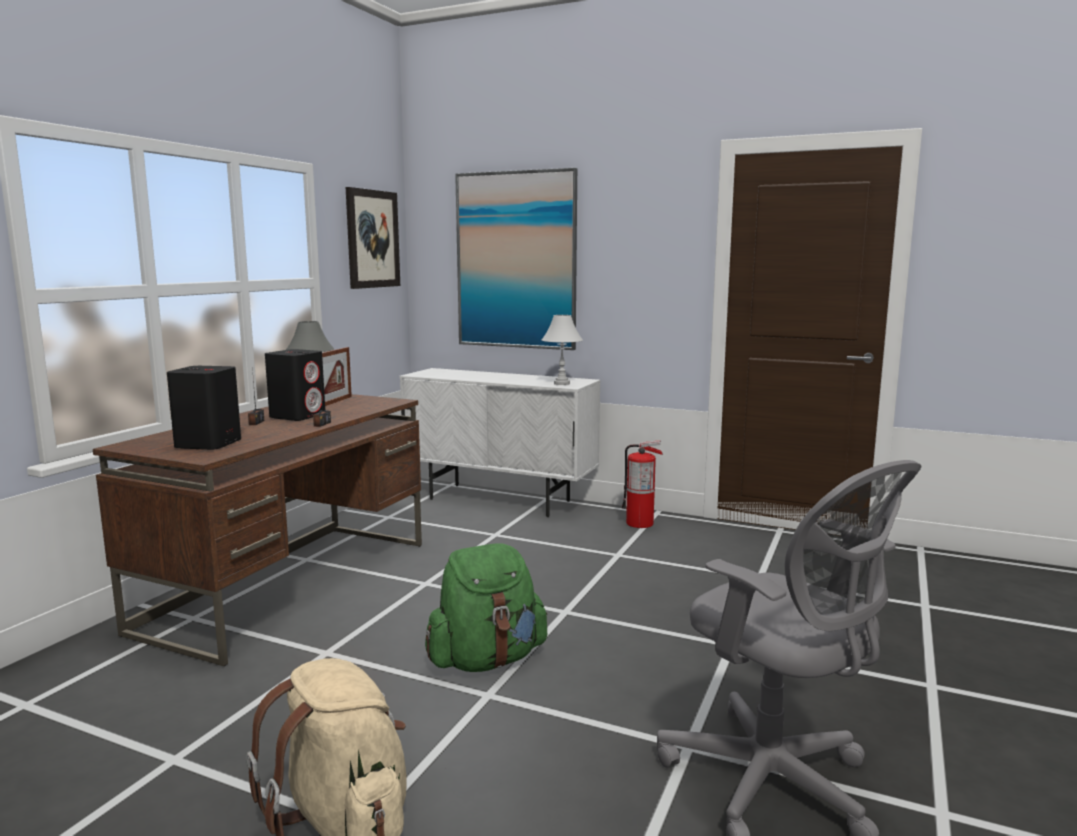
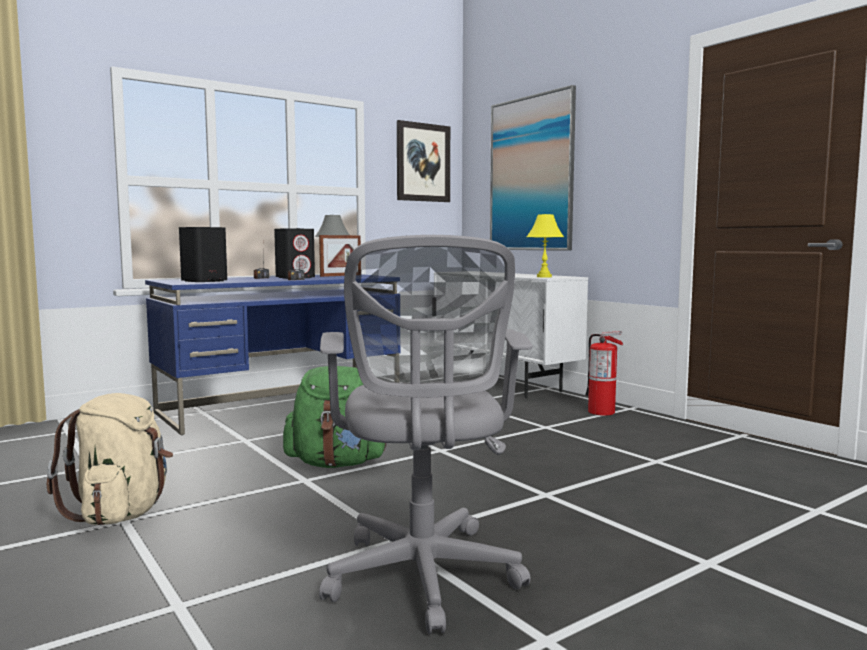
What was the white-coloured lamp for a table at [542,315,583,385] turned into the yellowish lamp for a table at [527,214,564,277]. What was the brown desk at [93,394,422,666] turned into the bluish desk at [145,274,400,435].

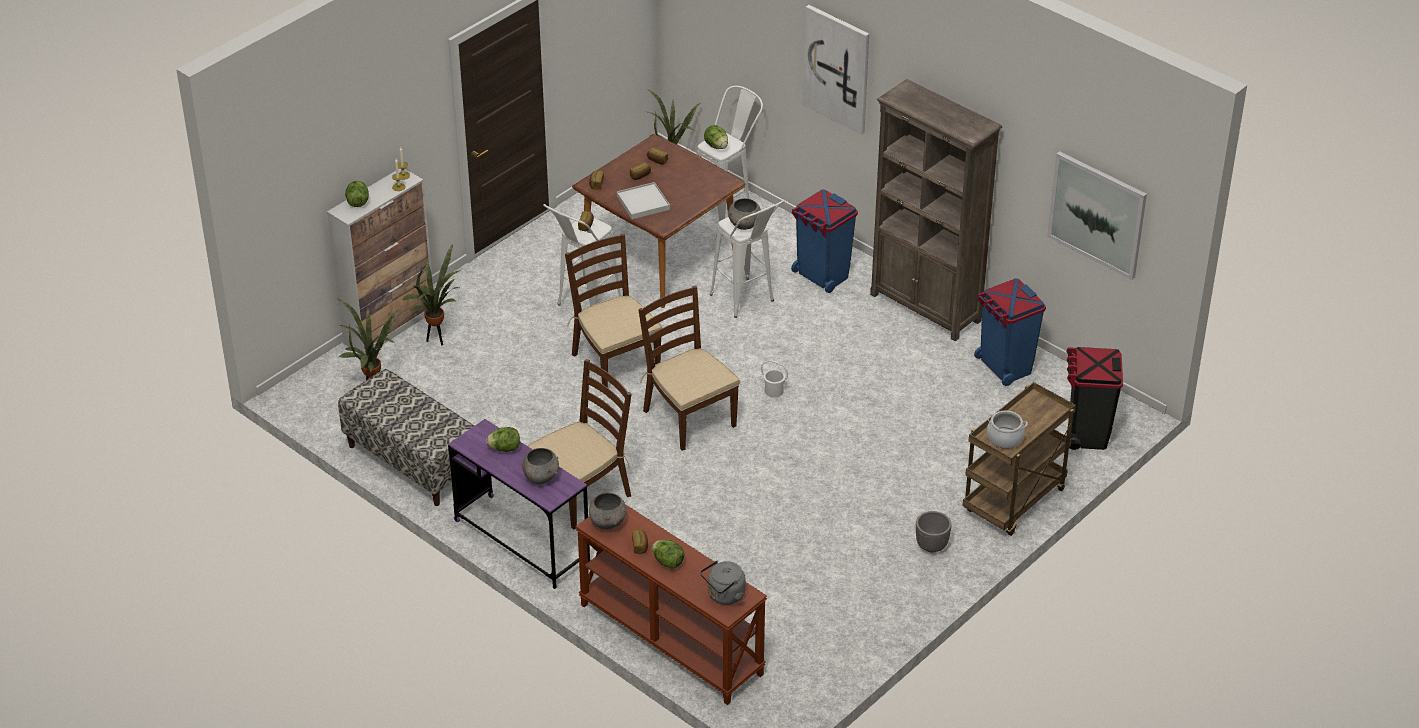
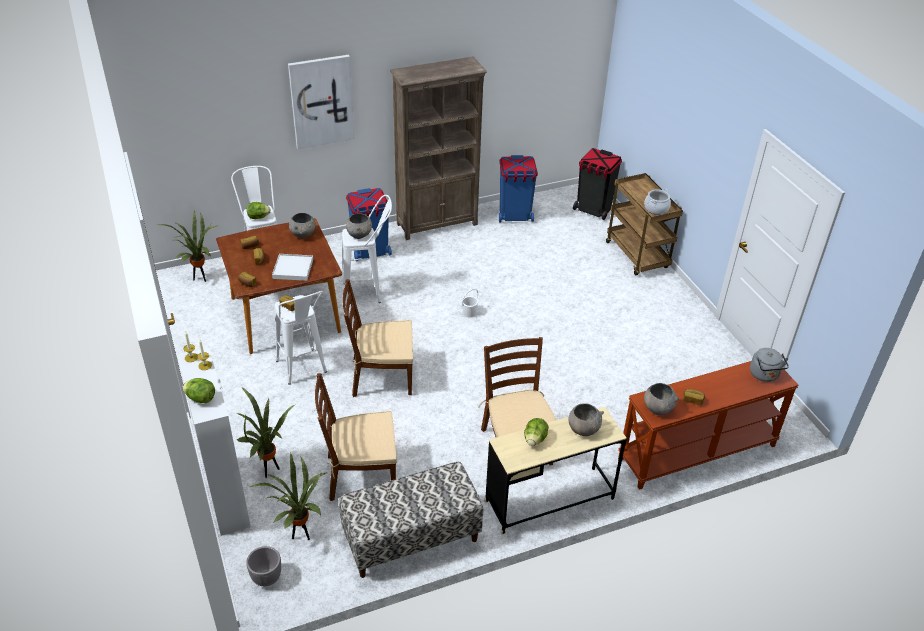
The second view lost the wall picture at [1047,151,1147,280]. The brown upright chair ended up elsewhere, having gone from [638,286,740,451] to [315,373,397,501]. What was the purplish desk at [448,419,590,589] turned into the beige desk at [484,407,627,535]. The greyish planter ended up elsewhere, having gone from [916,511,951,553] to [246,546,281,586]. The second view lost the lettuce at [652,540,684,569]. The second view gained the greyish deep dish at [289,213,315,238].

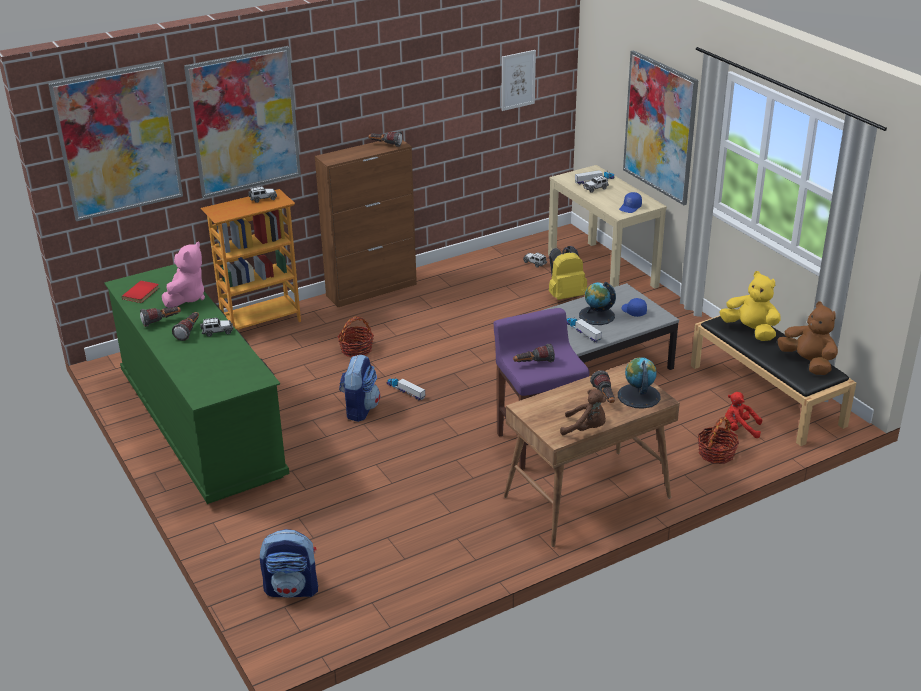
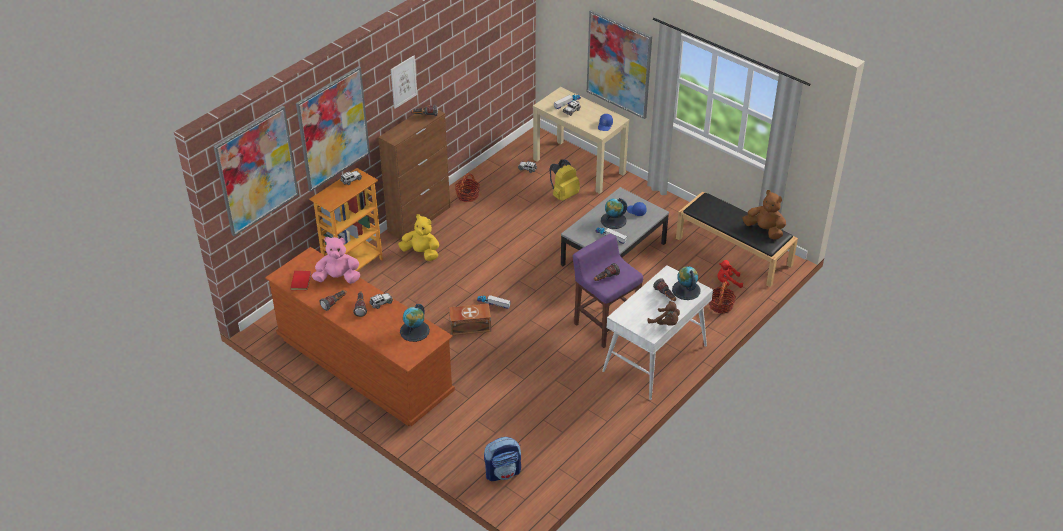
The wall picture ended up elsewhere, having gone from [501,50,536,111] to [391,55,417,109]. The pink soft toy at [162,242,205,308] ended up facing another way, 90 degrees counterclockwise from before. What was the greenish dresser at [104,264,289,504] turned into the brown dresser at [265,247,455,426]. The yellowish soft toy ended up elsewhere, having gone from [719,271,781,341] to [398,214,439,261]. The household basket ended up elsewhere, having gone from [337,316,374,357] to [455,173,480,202]. Where the backpack stood at [339,354,380,422], the brown storage bin came to stand at [449,304,491,335]. What was the brown desk at [504,363,680,547] turned into the white-coloured desk at [602,265,713,400]. The brown soft toy at [560,389,606,436] ended up facing another way, 45 degrees clockwise from before. The second view gained the globe at [400,304,430,342].

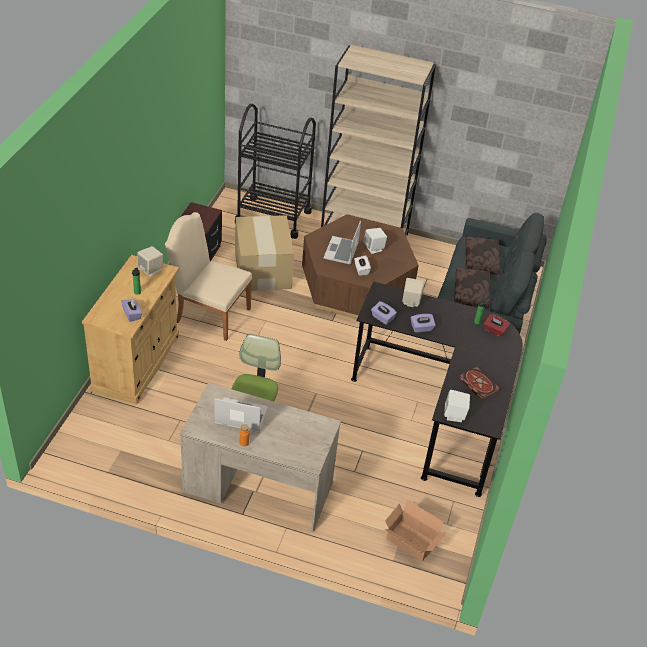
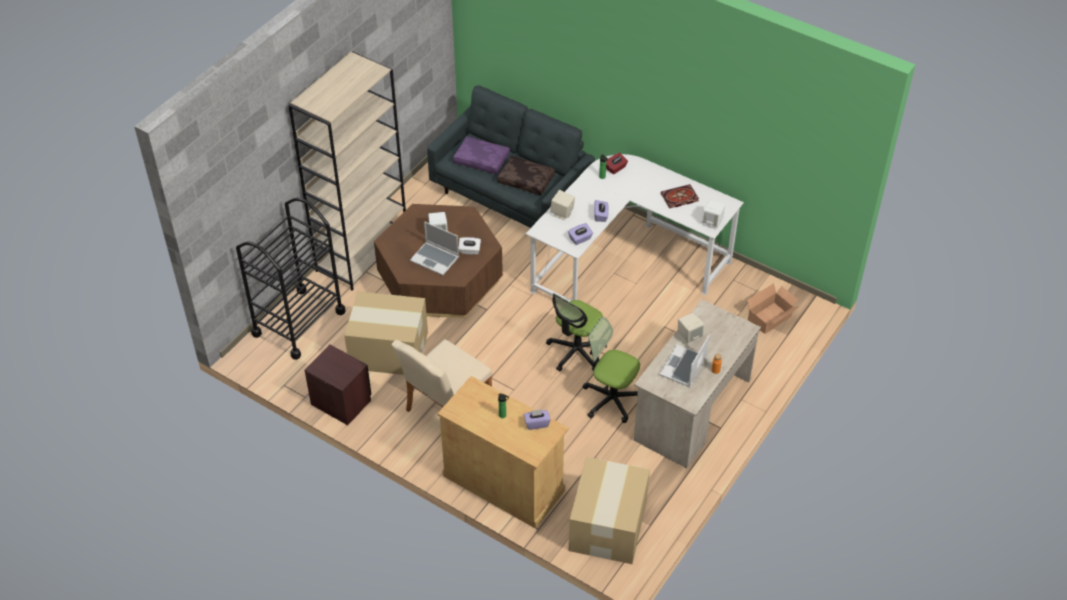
What was the brown throw pillow at [465,237,500,275] turned into the purplish throw pillow at [453,136,510,174]. The beige speaker ended up elsewhere, having gone from [137,246,163,277] to [678,313,704,344]. What was the black desk at [351,281,523,497] turned into the white-coloured desk at [526,154,744,302]. The second view gained the desk chair at [546,293,607,371]. The second view gained the cardboard box at [569,457,650,564].

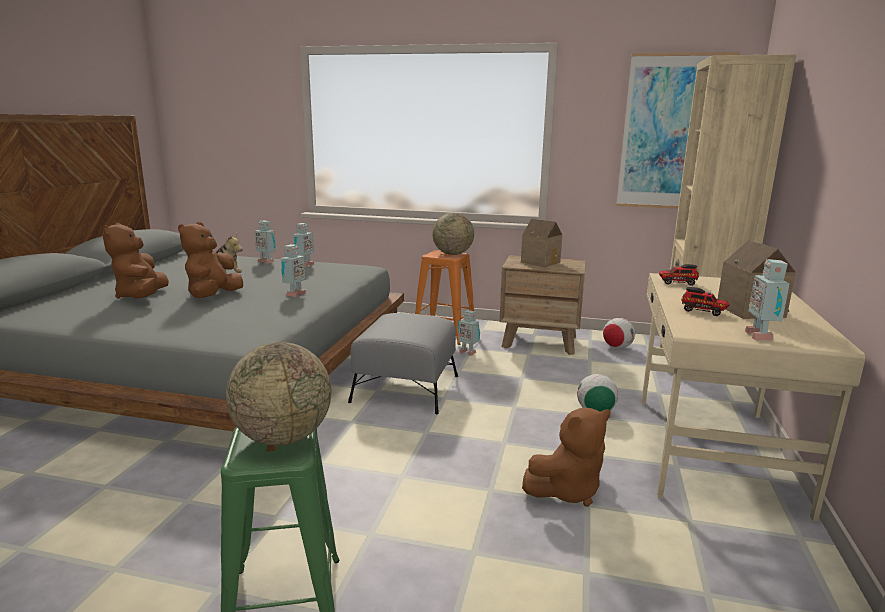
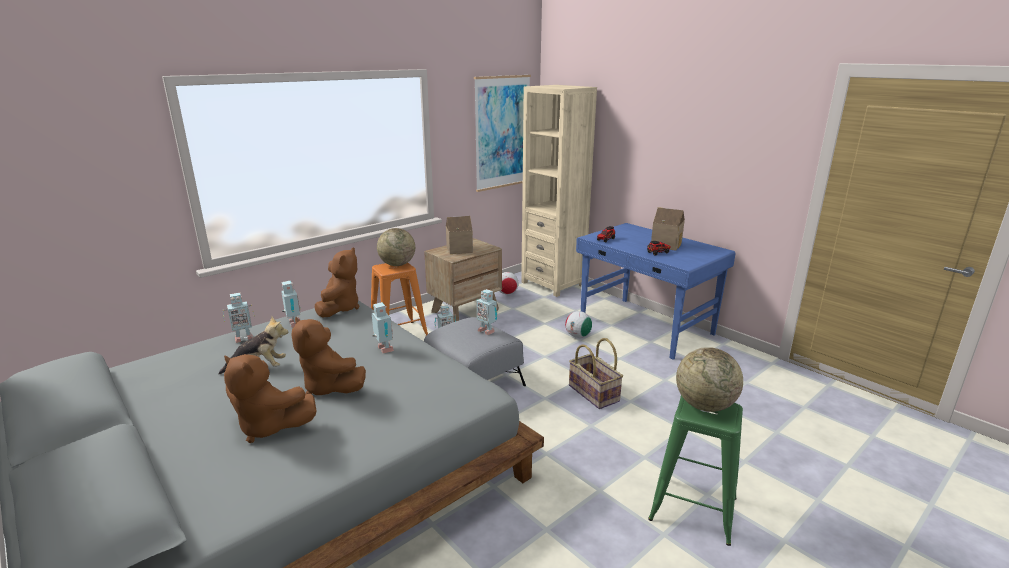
The robot figure ended up elsewhere, having gone from [745,259,790,341] to [477,289,497,335]. What was the beige desk at [642,273,866,522] turned into the bluish desk at [576,223,736,360]. The brown soft toy ended up elsewhere, having gone from [522,407,610,507] to [315,247,360,317]. The second view gained the household basket at [569,338,623,409].

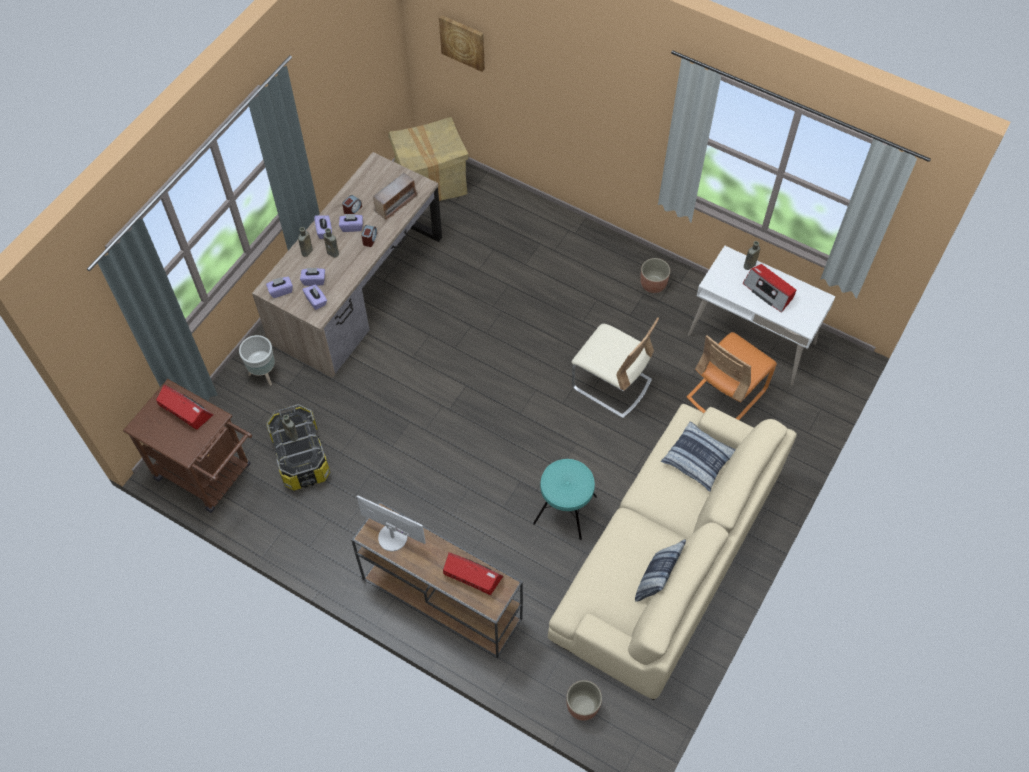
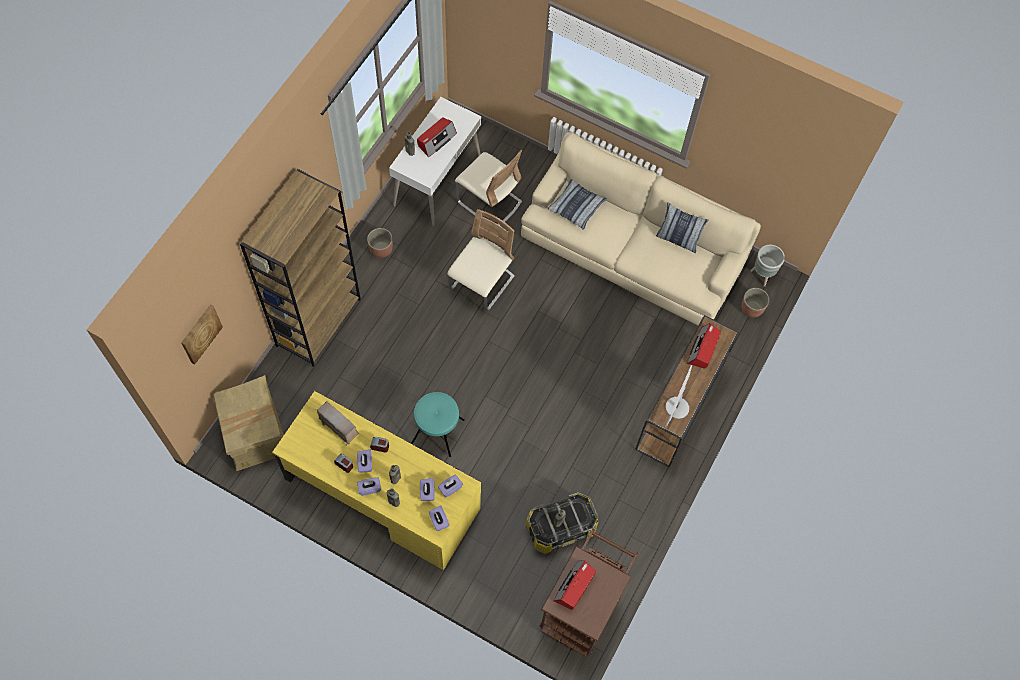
What was the brown desk at [252,152,442,378] turned into the yellowish desk at [272,391,481,570]. What was the orange-coloured upright chair at [687,332,777,420] turned into the beige upright chair at [455,150,522,226]. The greyish planter ended up elsewhere, having gone from [239,335,275,386] to [750,244,785,287]. The blue-green sitting stool ended up elsewhere, having gone from [533,459,597,540] to [411,392,465,457]. The second view gained the brown shelving unit at [240,169,361,367].

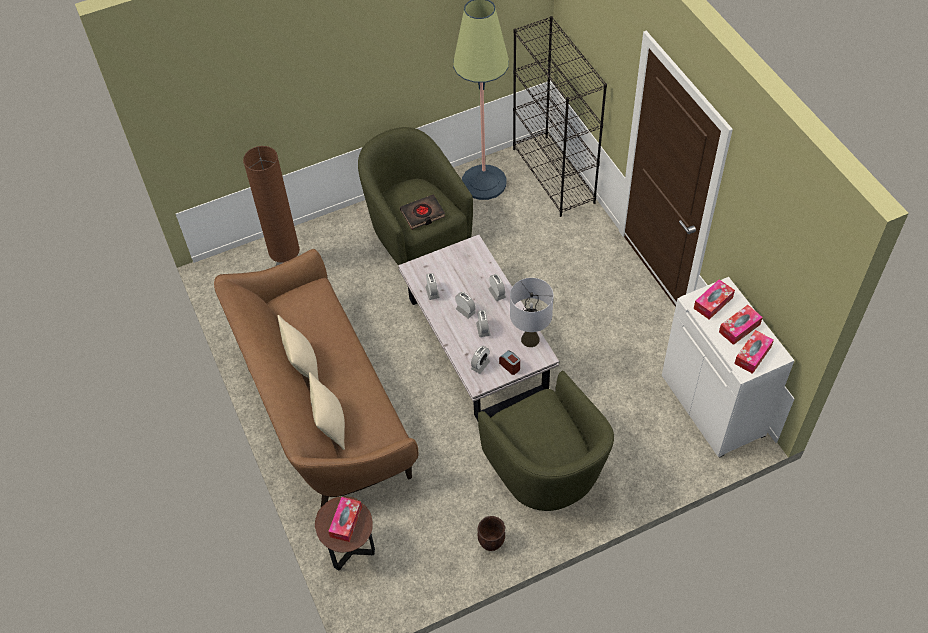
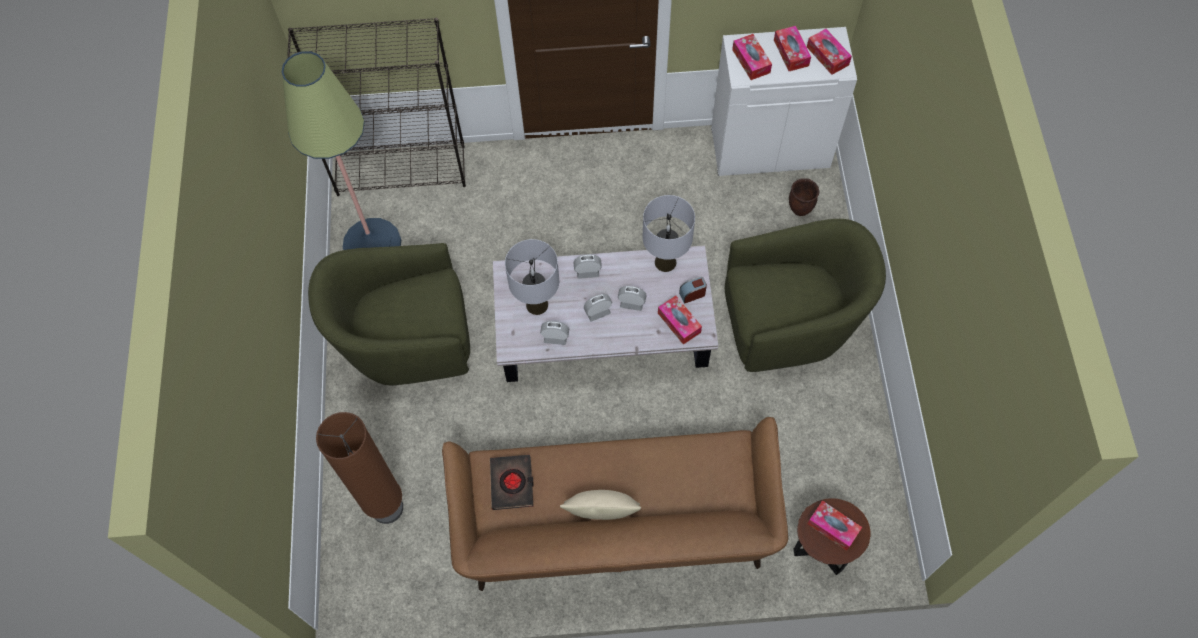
The black bound book ended up elsewhere, having gone from [400,194,446,230] to [490,455,534,510]. Where the bedside clock stood at [471,346,490,374], the box of tissues came to stand at [658,296,702,344]. The second view lost the beige throw pillow at [309,372,345,450]. The brown planter ended up elsewhere, having gone from [477,516,505,551] to [789,178,819,216]. The second view gained the greyish lamp for a table at [505,239,559,315].

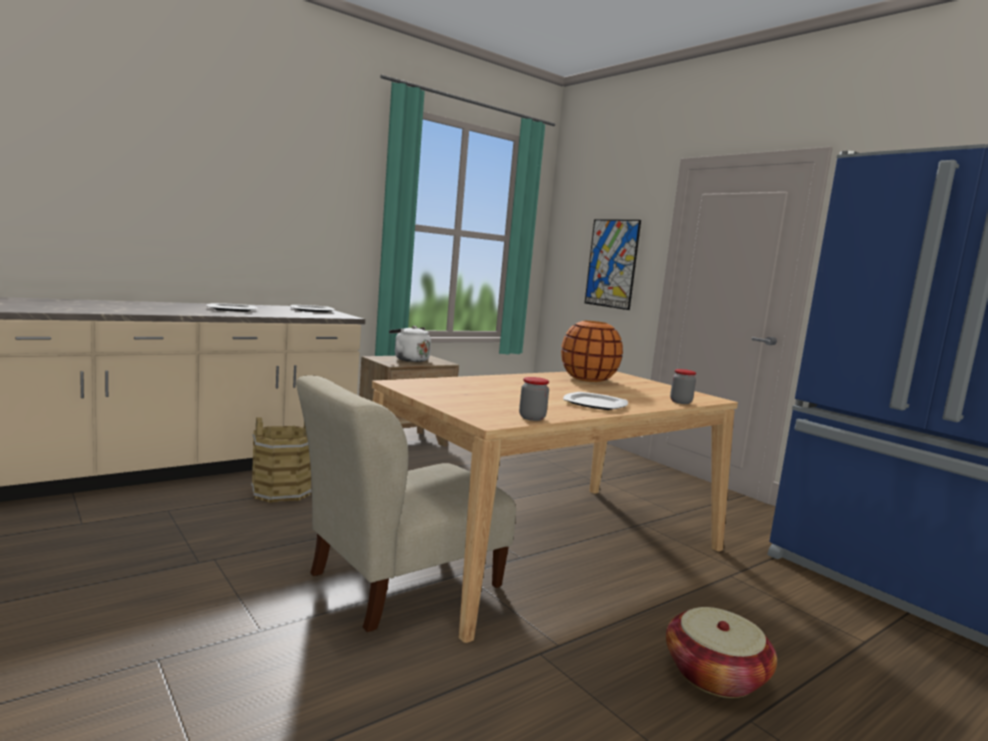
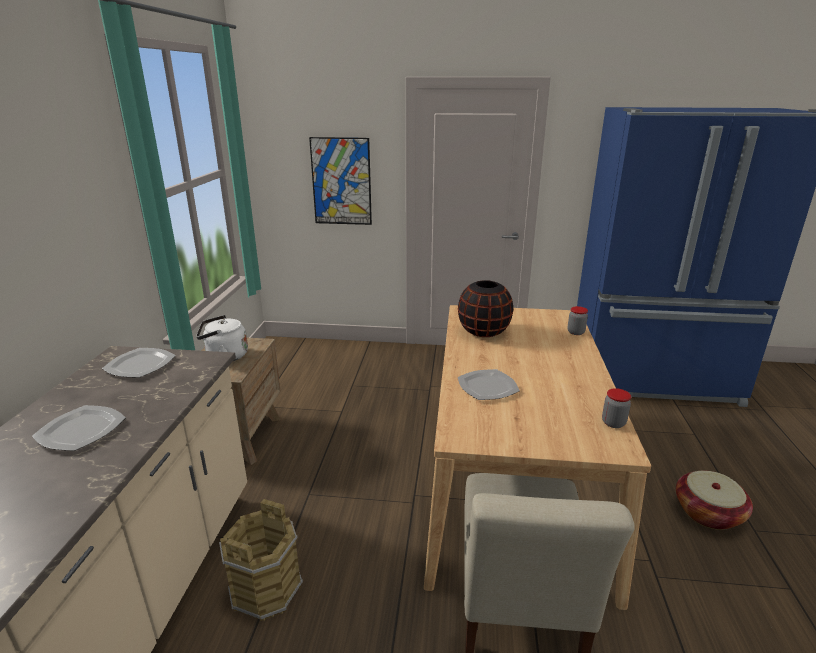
What was the orange-coloured vase at [561,321,623,382] turned into the black vase at [458,280,513,337]. The plate ended up elsewhere, having gone from [563,392,628,410] to [458,369,520,400].

